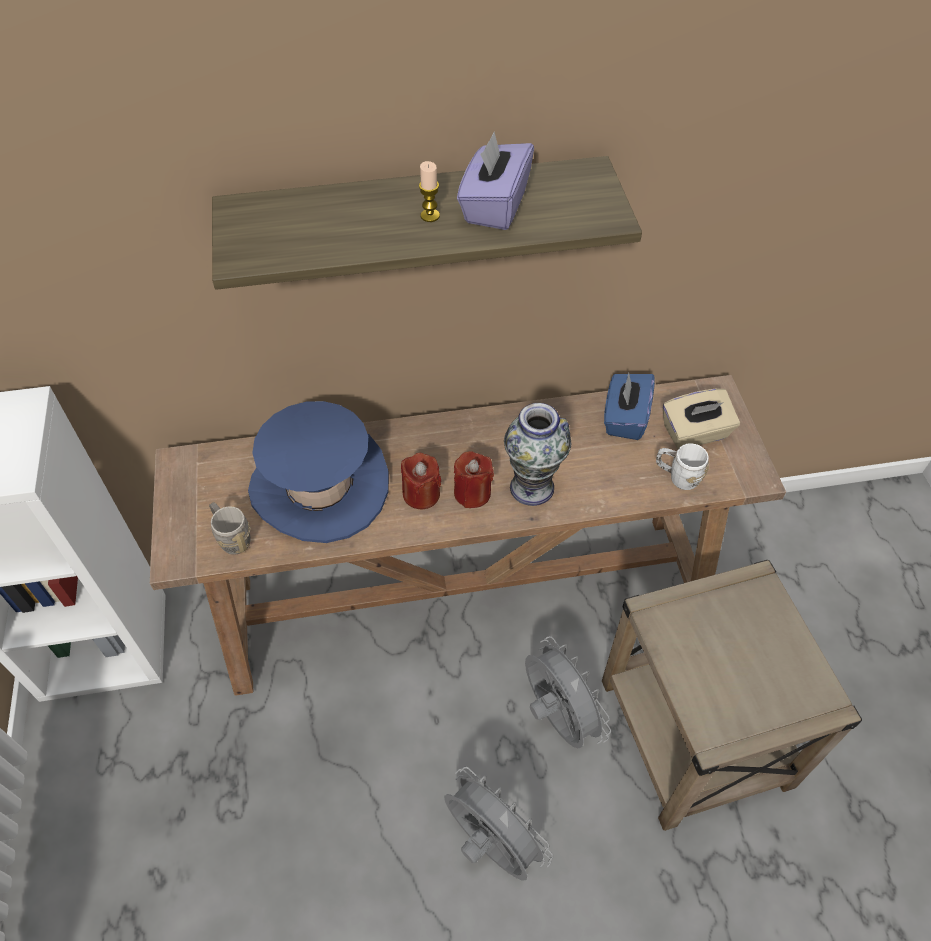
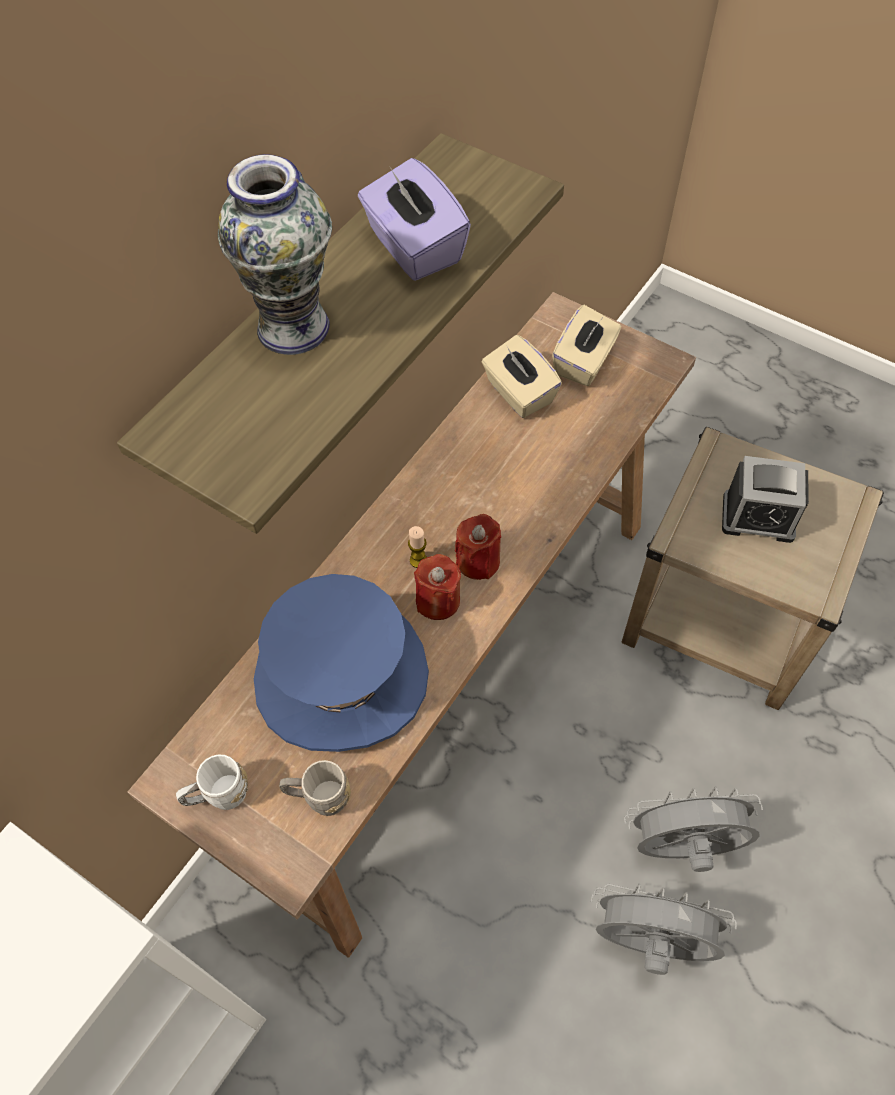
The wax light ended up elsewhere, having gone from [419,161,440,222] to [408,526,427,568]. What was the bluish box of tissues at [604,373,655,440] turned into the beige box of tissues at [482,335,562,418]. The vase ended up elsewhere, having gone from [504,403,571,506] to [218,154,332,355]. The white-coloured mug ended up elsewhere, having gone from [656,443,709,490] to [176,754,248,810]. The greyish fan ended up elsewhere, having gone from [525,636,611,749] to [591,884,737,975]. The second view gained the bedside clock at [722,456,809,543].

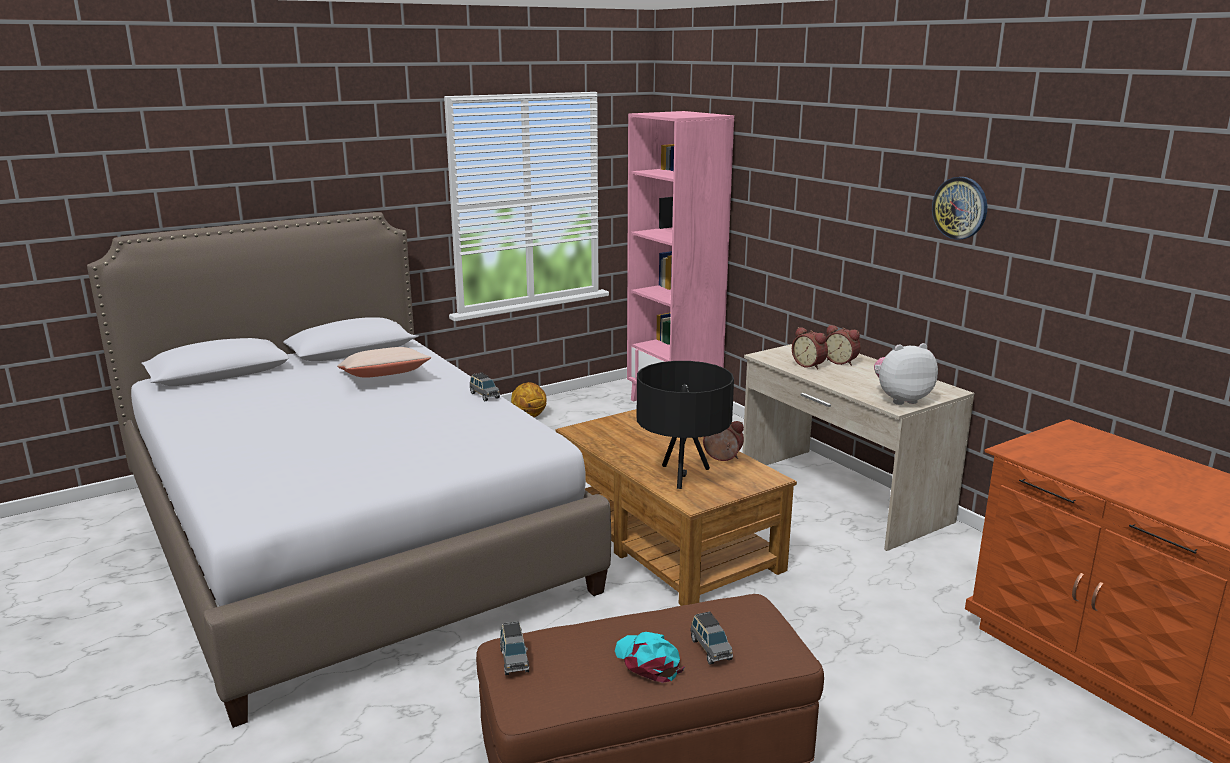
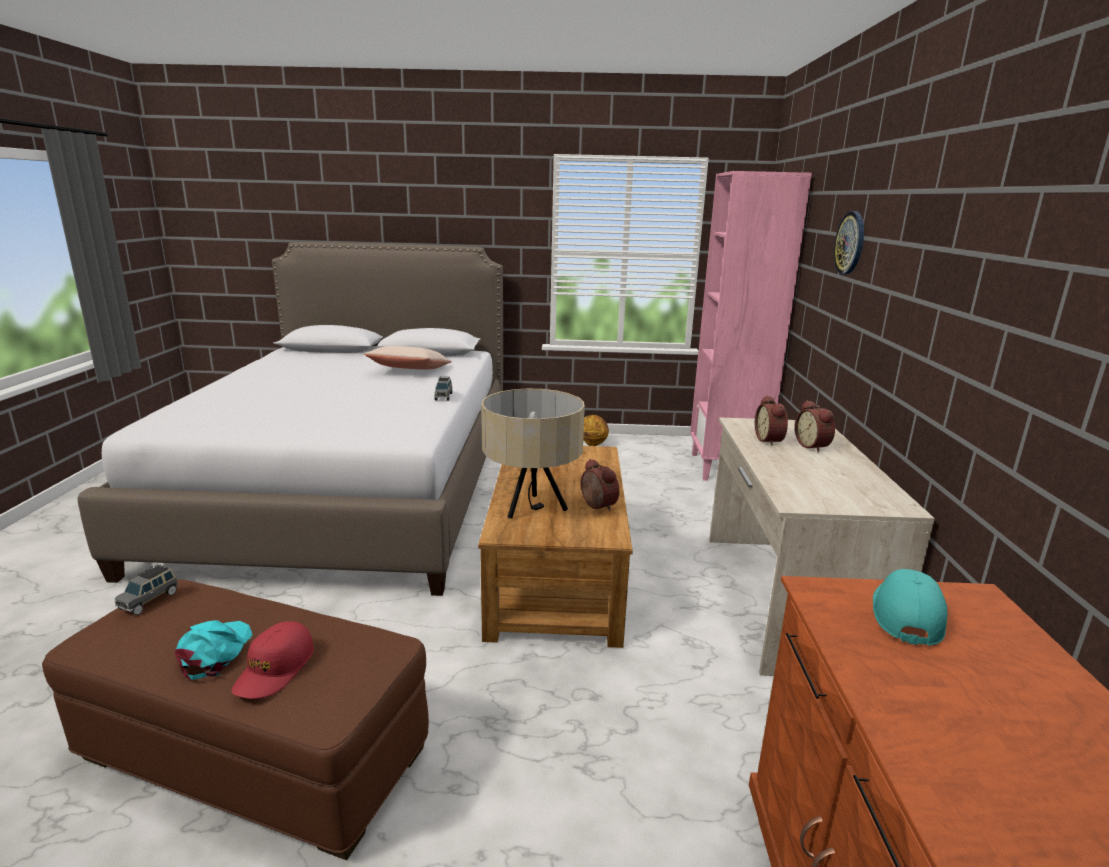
The wall clock ended up elsewhere, having gone from [932,177,987,240] to [834,211,864,275]. The second view lost the soft toy at [874,343,938,405]. What was the black lamp for a table at [637,361,734,489] turned into the beige lamp for a table at [481,388,585,519]. Where the greyish model car stood at [691,612,733,665], the red-coloured cap came to stand at [231,621,314,699]. The second view gained the blue-green cap at [873,569,947,646].

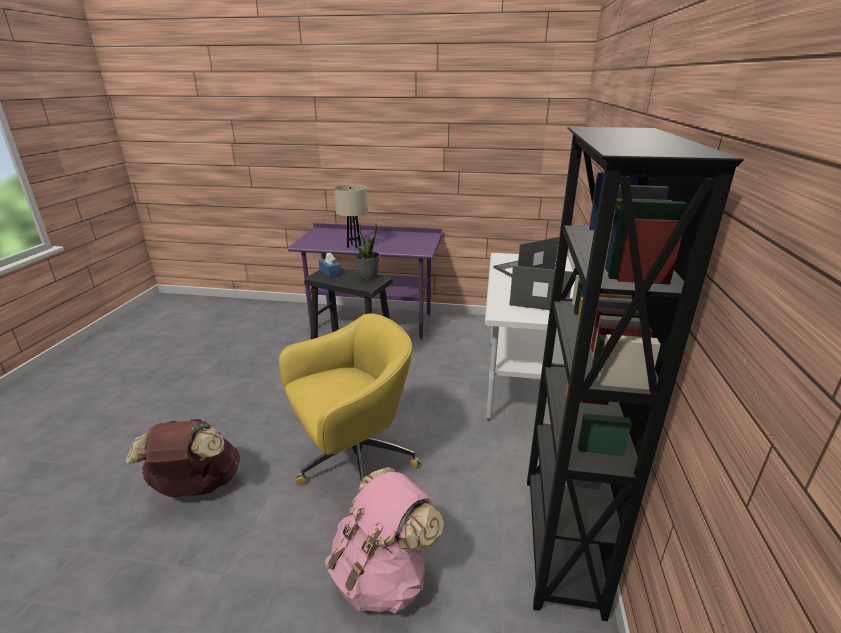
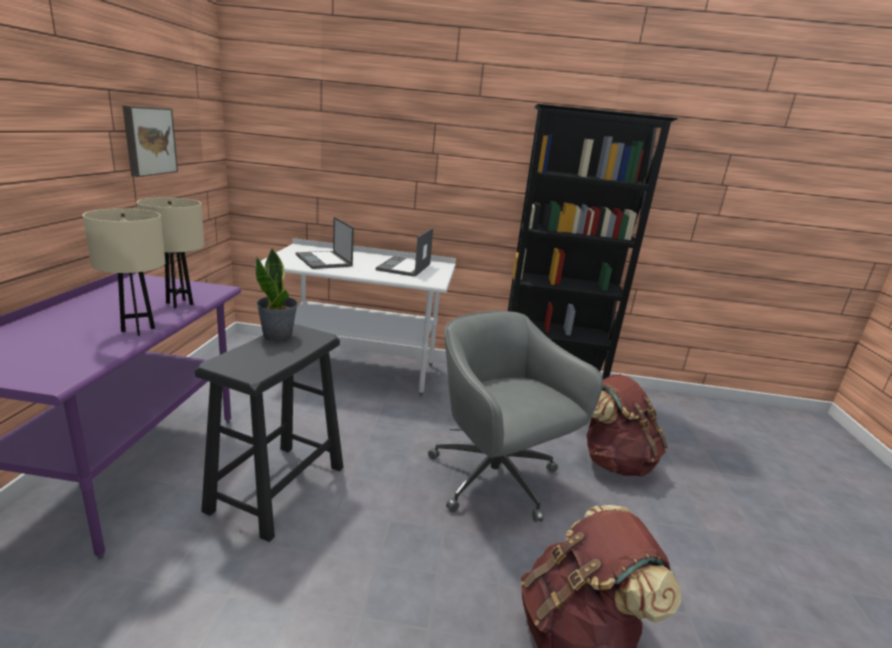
The second view lost the bluish box of tissues at [318,252,341,277]. What was the yellowish desk chair at [279,314,421,485] turned into the greyish desk chair at [428,311,603,522]. What was the pink backpack at [325,467,444,614] turned into the brown backpack at [587,374,667,477]. The second view gained the wall picture at [122,105,178,177]. The second view gained the beige lamp for a table at [136,198,204,308].

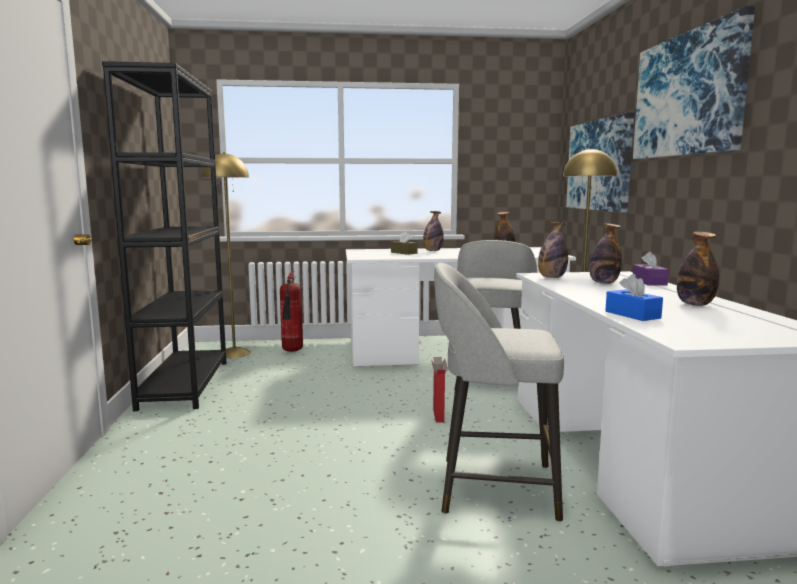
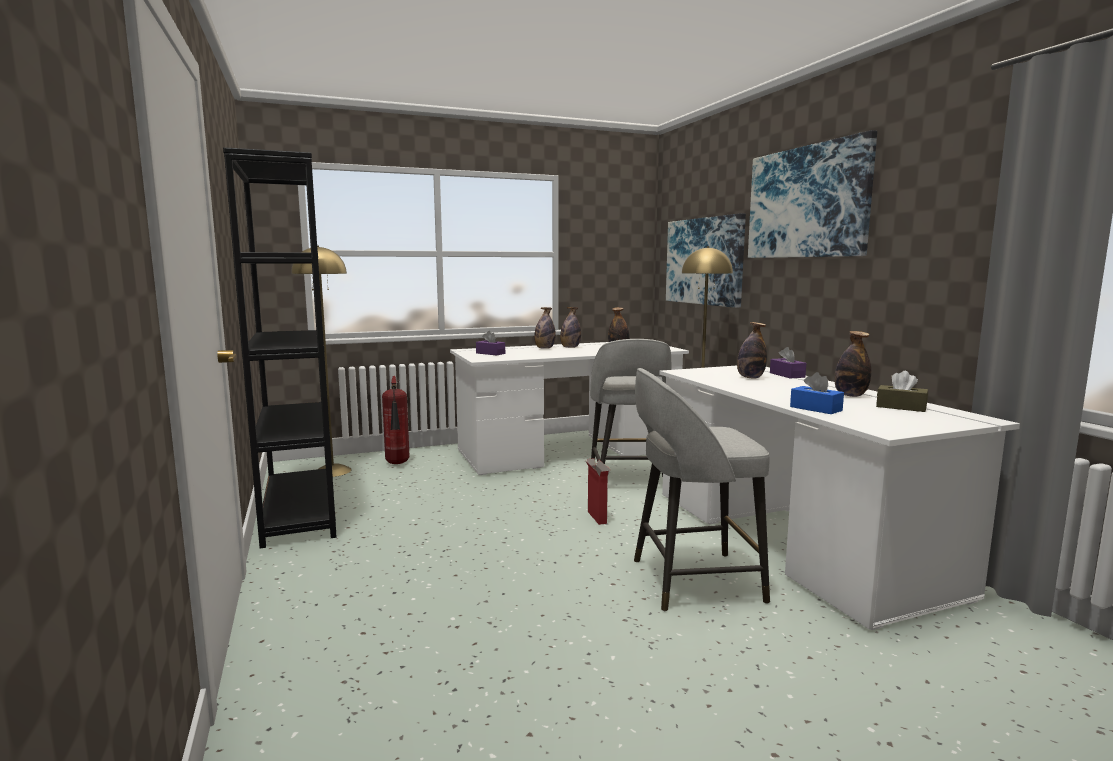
The beverage bottle ended up elsewhere, having gone from [538,222,568,278] to [560,307,581,348]. The brown box of tissues ended up elsewhere, having gone from [391,232,418,255] to [876,371,928,412]. The second view gained the purplish box of tissues at [476,331,505,356].

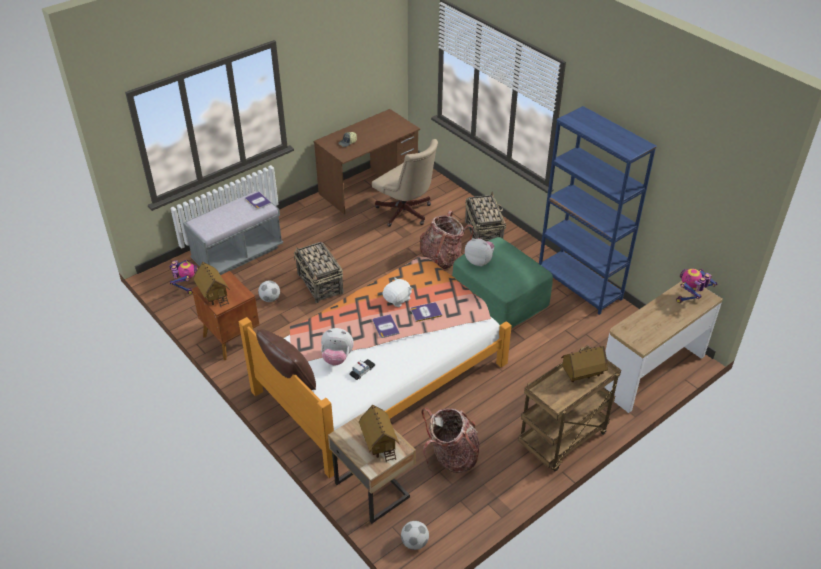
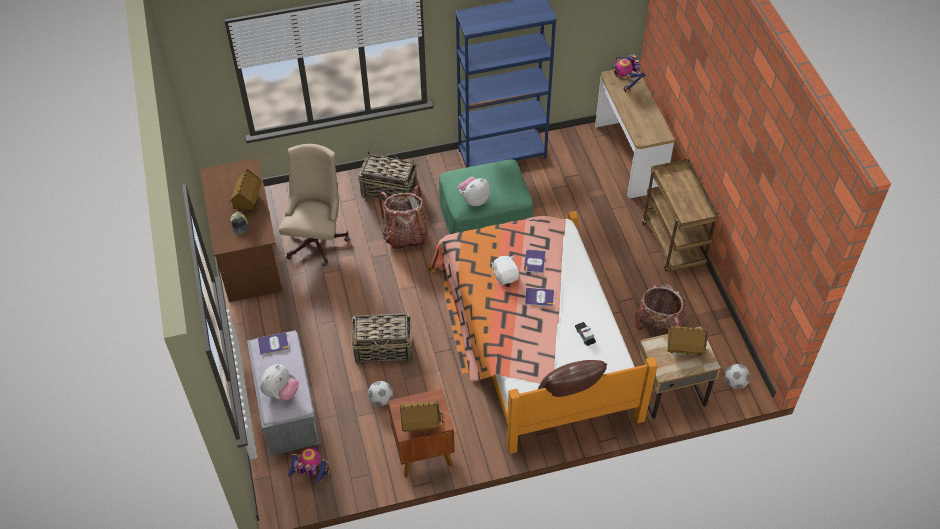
The beige desk chair at [372,139,438,227] ended up facing another way, 60 degrees counterclockwise from before. The soft toy ended up elsewhere, having gone from [321,328,354,366] to [260,364,299,400]. The model house ended up elsewhere, having gone from [561,346,608,382] to [229,169,262,212].

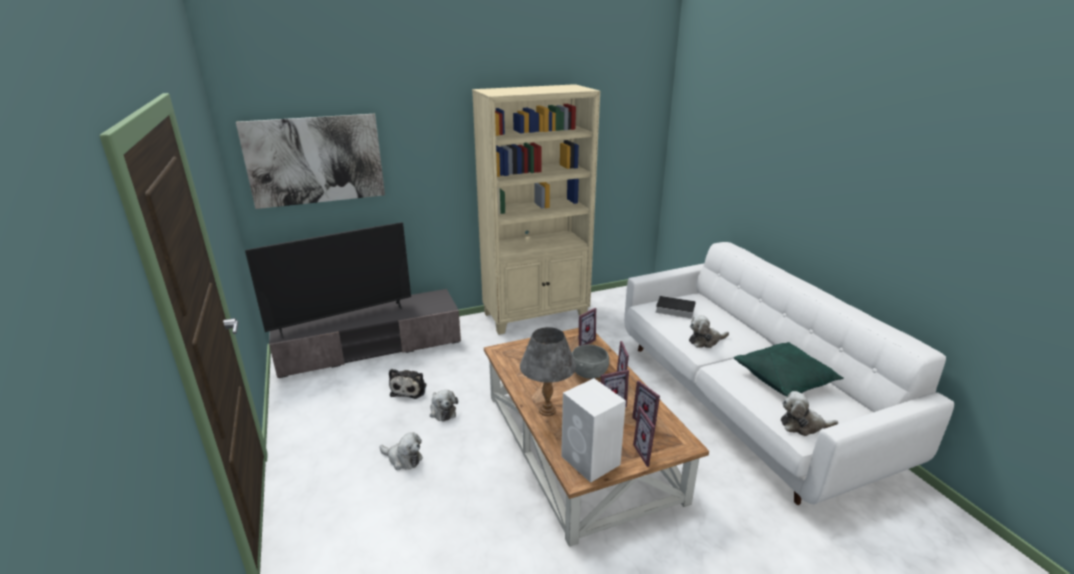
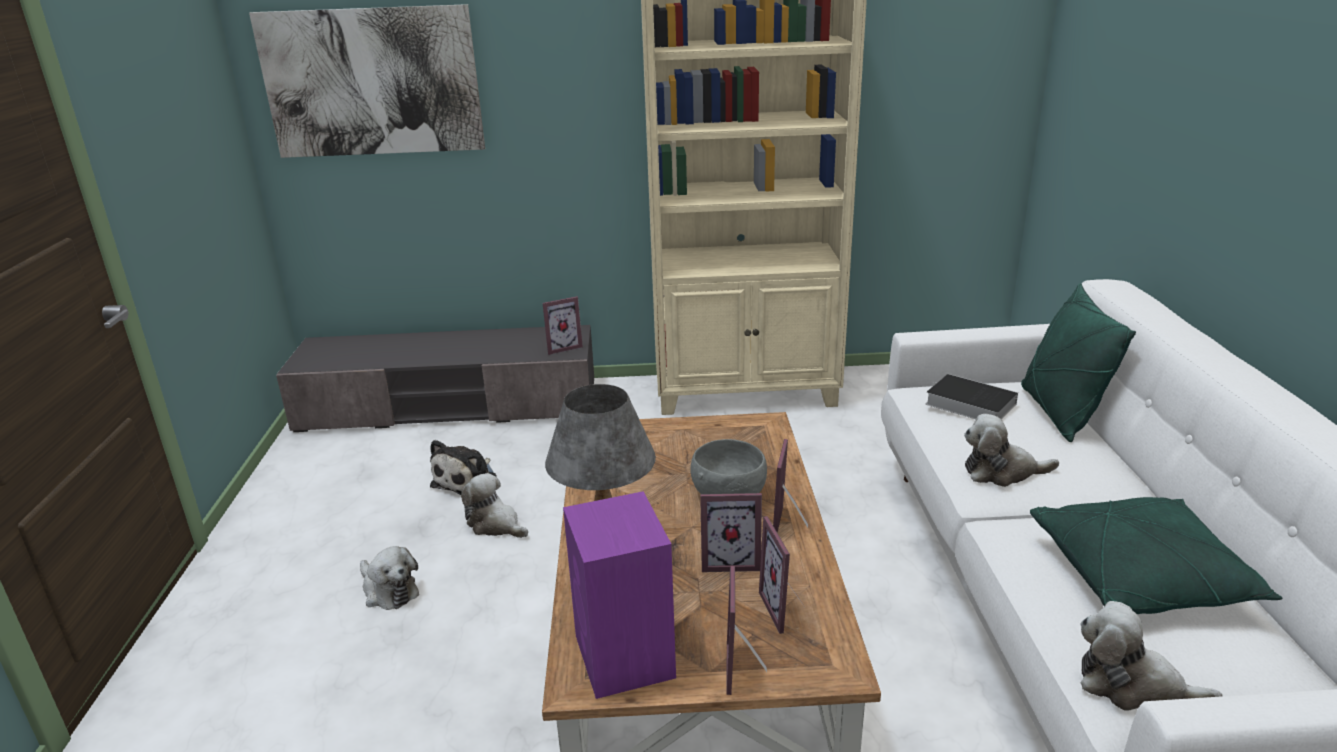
The second view lost the television at [245,222,411,339]. The picture frame ended up elsewhere, having gone from [577,308,596,346] to [542,296,583,355]. What was the white-coloured speaker at [561,378,626,483] turned into the purplish speaker at [563,491,676,699]. The soft toy at [430,390,458,421] ended up facing another way, 135 degrees clockwise from before. The second view gained the greenish throw pillow at [1021,283,1136,442].

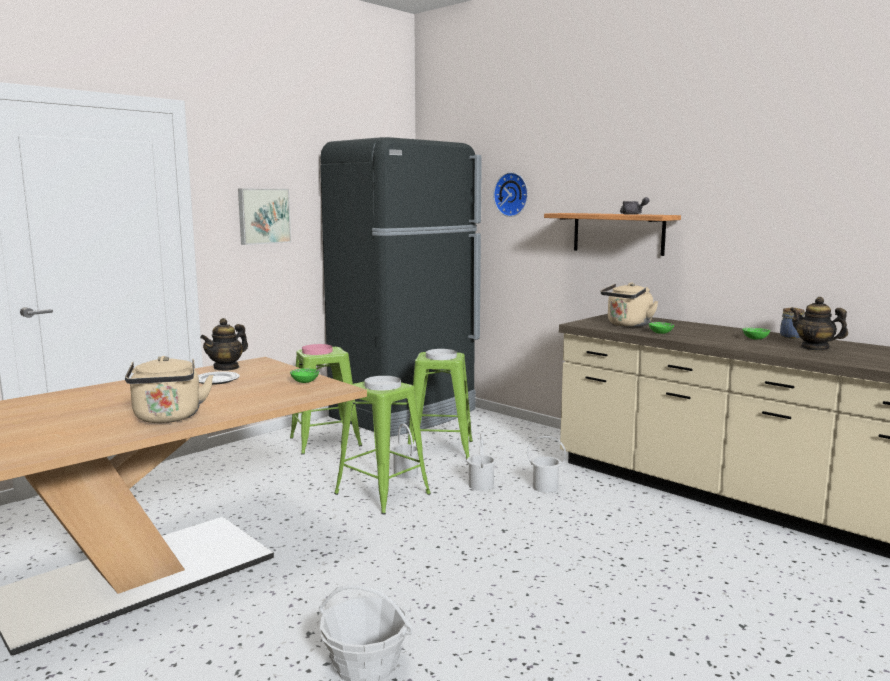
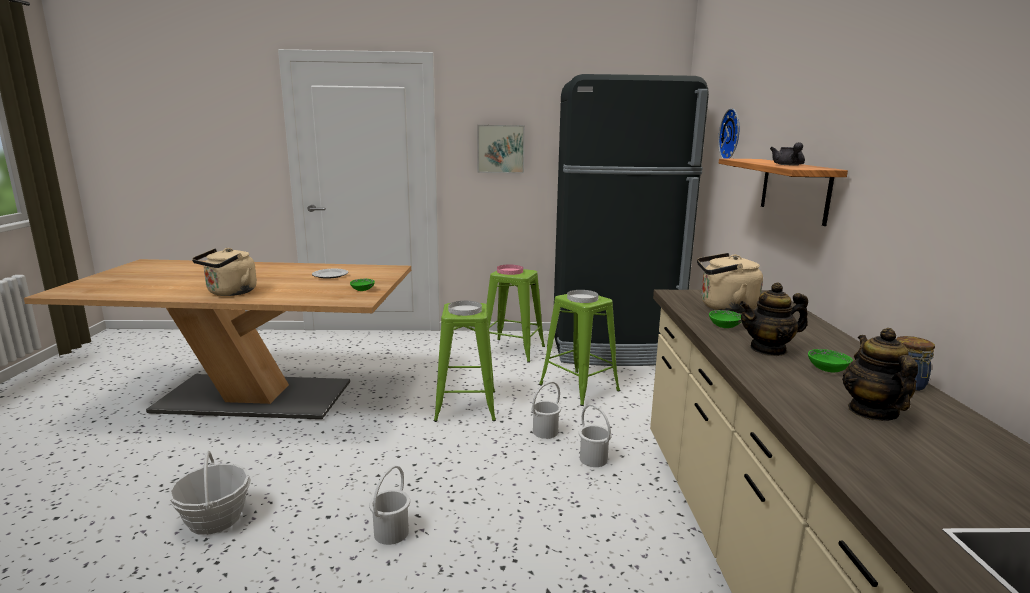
The teapot ended up elsewhere, having gone from [200,318,248,371] to [739,282,808,356]. The white-coloured pail ended up elsewhere, having gone from [391,424,418,478] to [369,466,410,545].

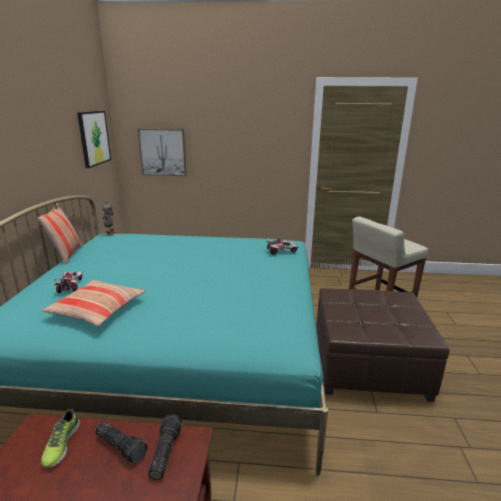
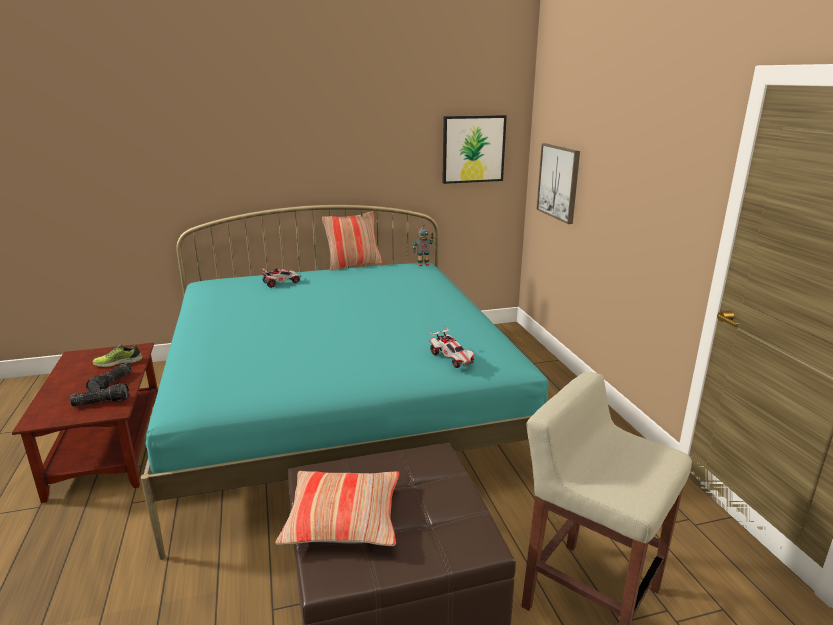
The throw pillow ended up elsewhere, having gone from [42,280,145,326] to [275,471,399,546].

